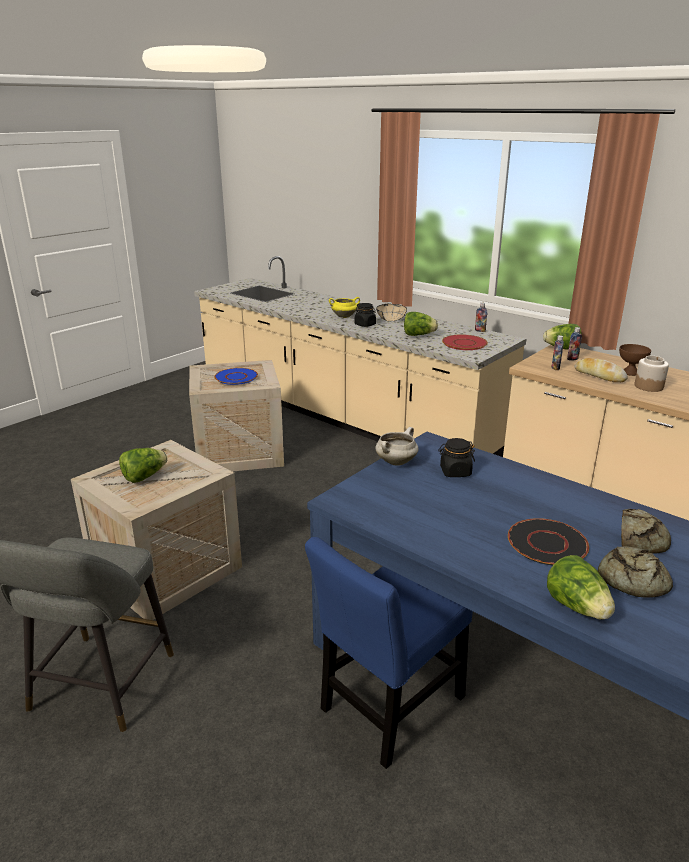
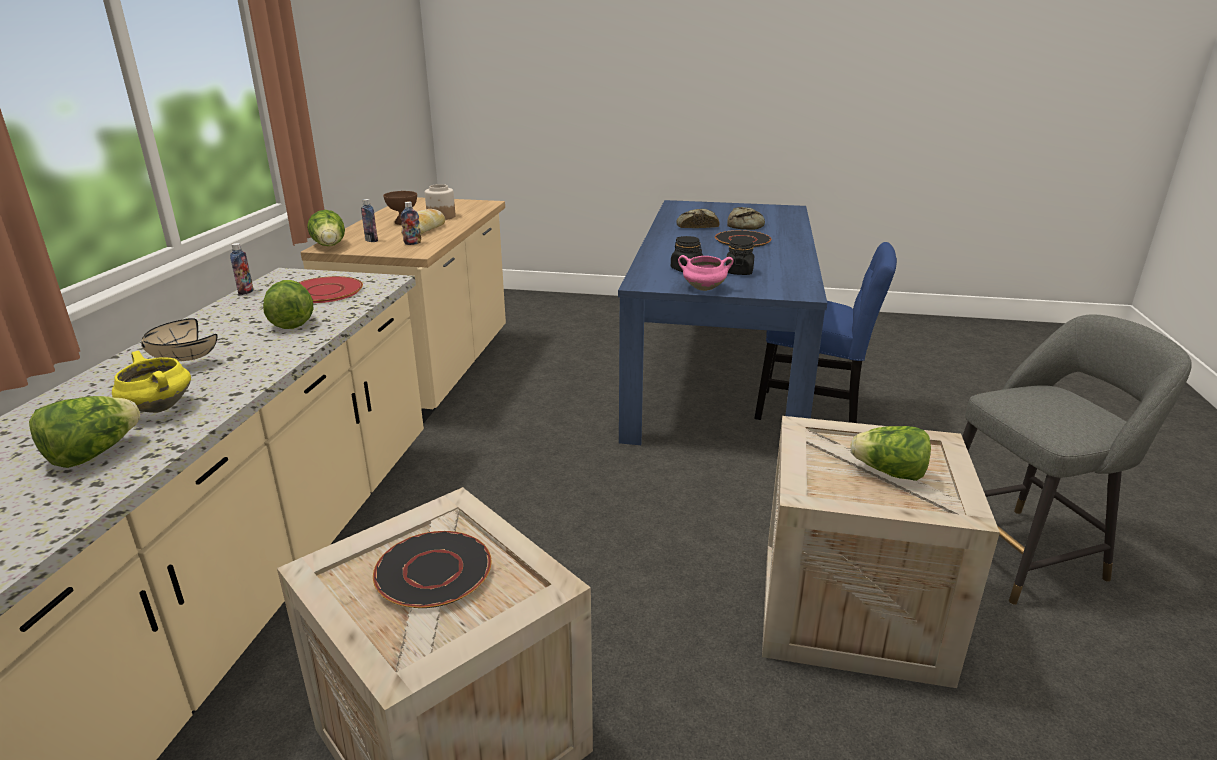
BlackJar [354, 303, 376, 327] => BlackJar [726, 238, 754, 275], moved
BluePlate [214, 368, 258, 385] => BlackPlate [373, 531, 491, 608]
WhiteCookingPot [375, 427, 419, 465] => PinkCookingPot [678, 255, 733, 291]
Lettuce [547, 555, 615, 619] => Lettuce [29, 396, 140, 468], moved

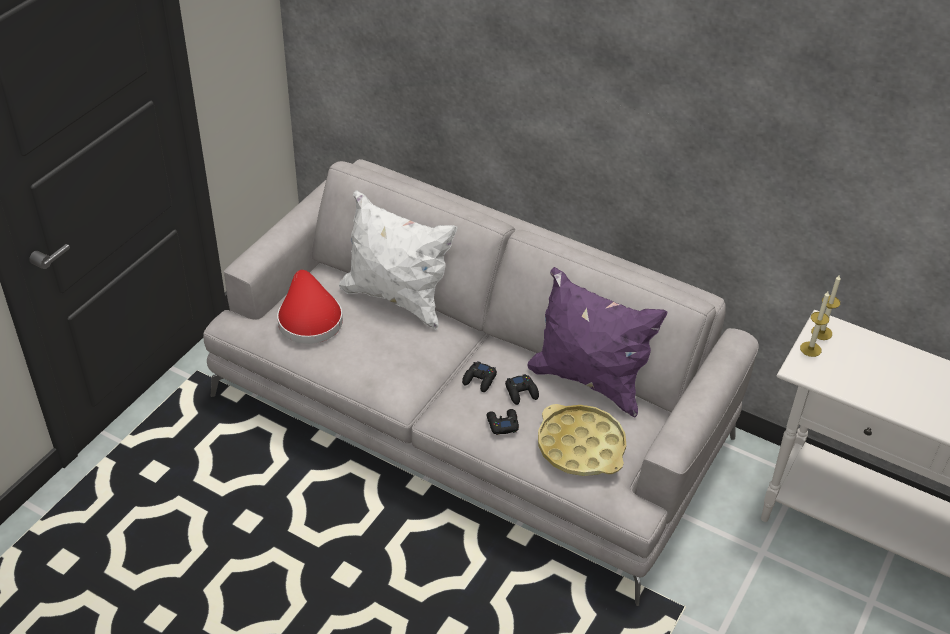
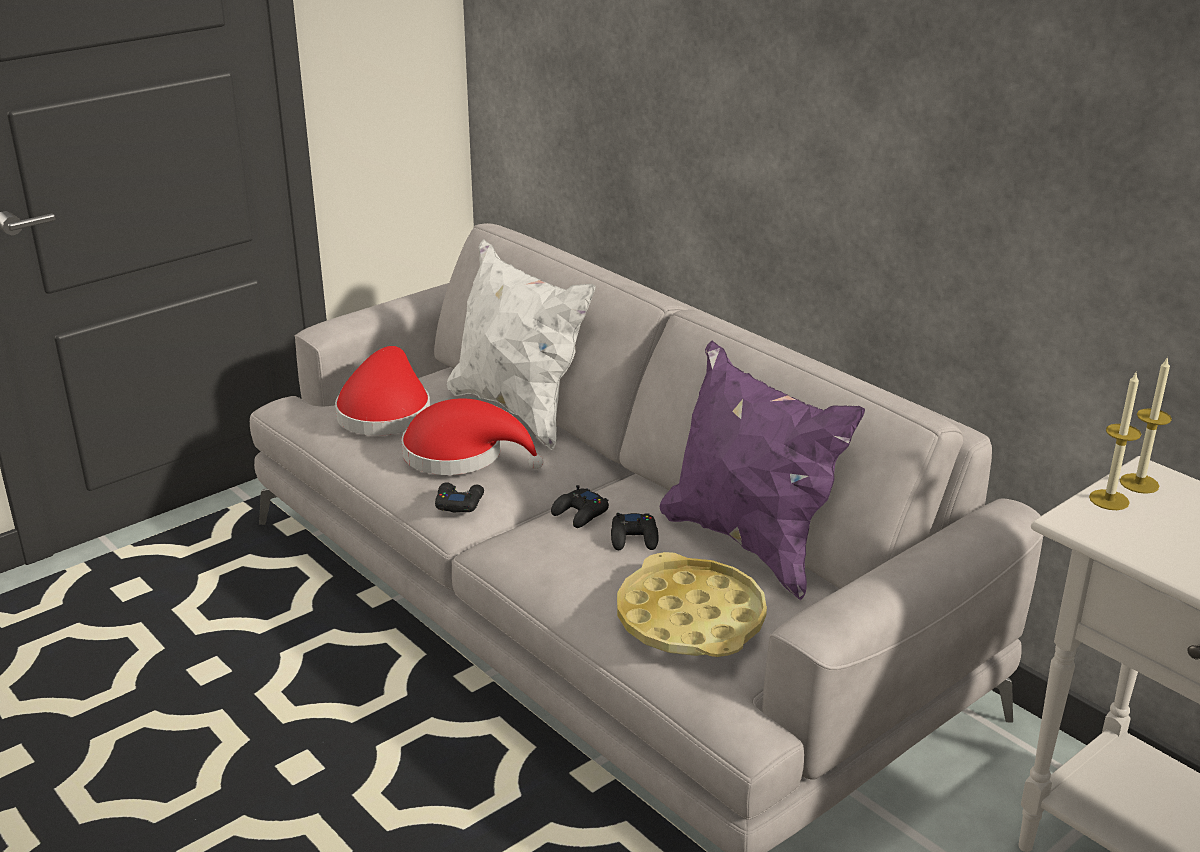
BlackGameController [487, 409, 519, 435] => BlackGameController [435, 482, 484, 512], moved
nothing => RedHat [401, 398, 544, 475]

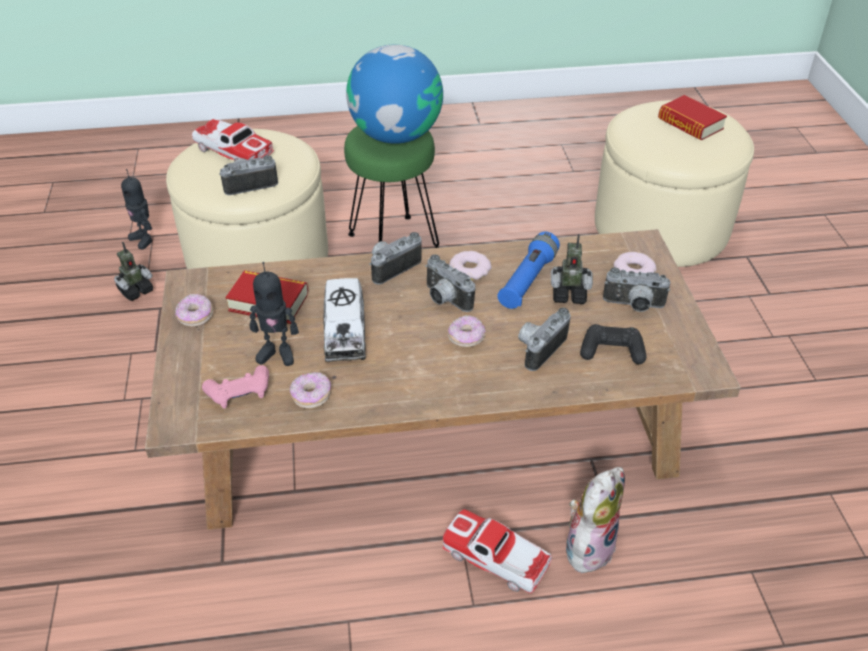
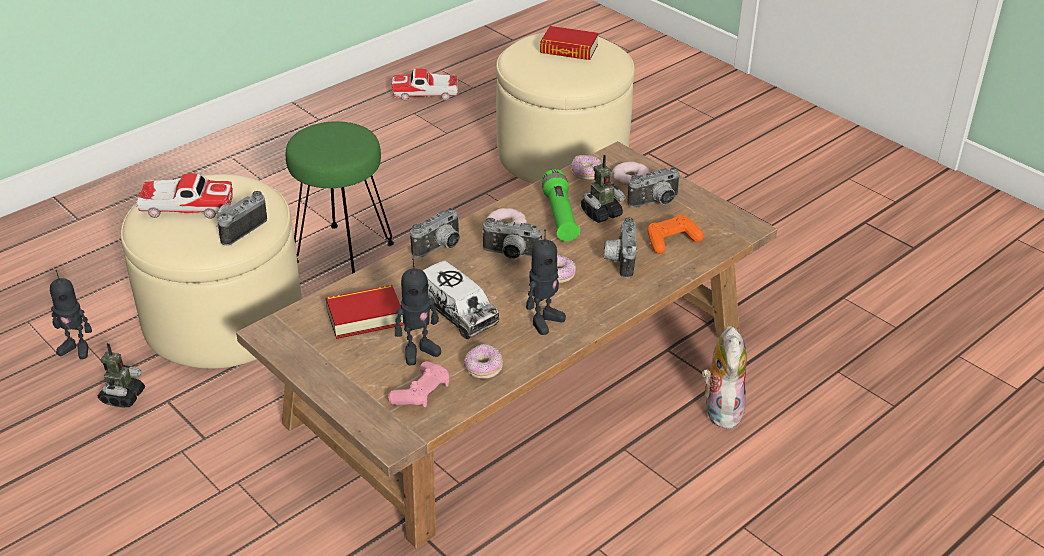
Globe [346, 45, 443, 144] => nothing
PhotoCamera [369, 232, 422, 285] => PhotoCamera [410, 208, 460, 258], 150 degrees counterclockwise
BlueFlashlight [497, 232, 560, 309] => GreenFlashlight [542, 169, 580, 241]
Donut [175, 294, 213, 327] => Donut [571, 155, 601, 180], moved
BlackGameController [580, 324, 647, 364] => OrangeGameController [647, 215, 703, 254]
ToyCar [442, 509, 552, 593] => ToyCar [392, 68, 458, 101], moved
nothing => ToyRobot [526, 229, 566, 335]

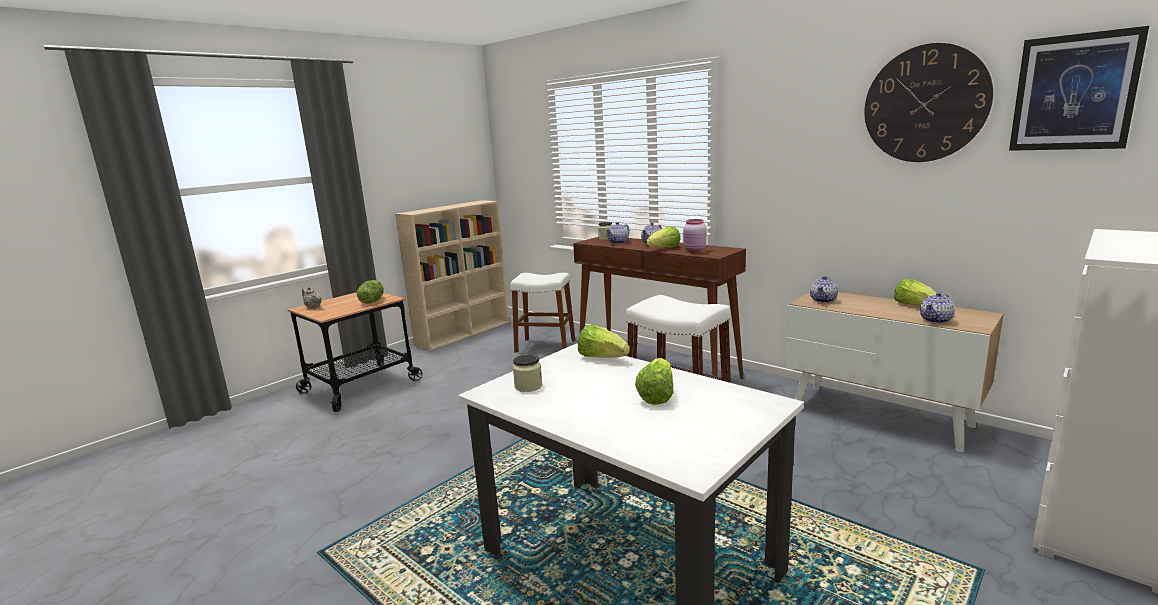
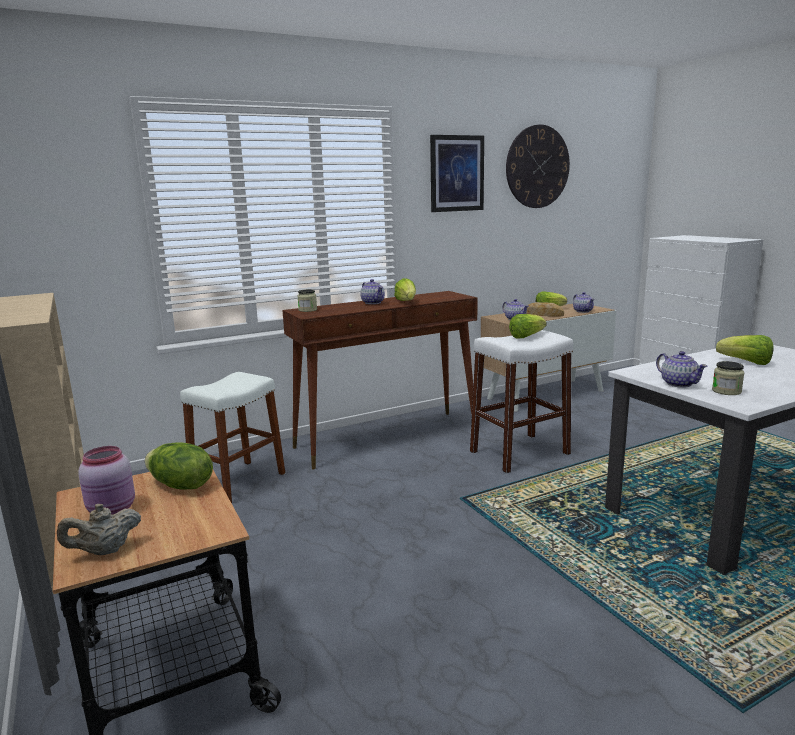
Picture [1009, 26, 1149, 151] => Picture [430, 135, 484, 212], moved
PinkJar [683, 219, 707, 252] => PinkJar [79, 446, 135, 515], moved
Teapot [606, 222, 630, 244] => Teapot [656, 351, 708, 388], moved
Lettuce [578, 325, 630, 358] => Lettuce [509, 314, 547, 338], moved
nothing => Bread [526, 302, 564, 317]

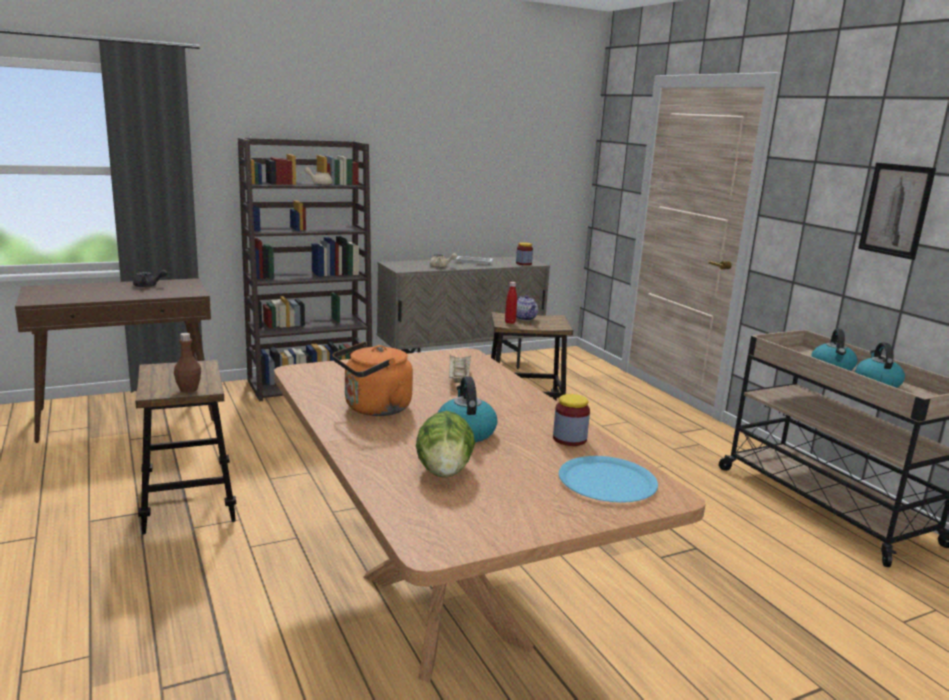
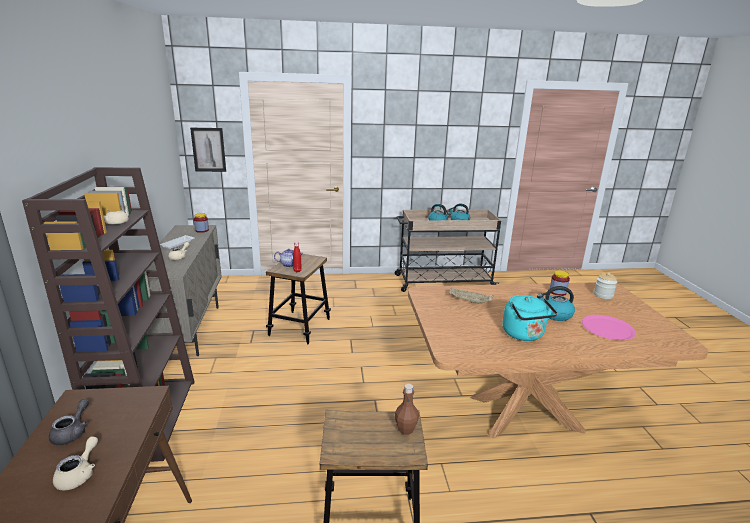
Picture [858, 162, 936, 260] => Picture [190, 128, 226, 172], moved
OrangeKettle [333, 342, 413, 416] => TurquoiseKettle [502, 295, 558, 341]
Lettuce [416, 411, 475, 478] => PinkPlate [582, 315, 636, 340]
BluePlate [559, 456, 658, 502] => Jar [594, 272, 617, 299]
nothing => BeigeTeapot [53, 436, 98, 490]

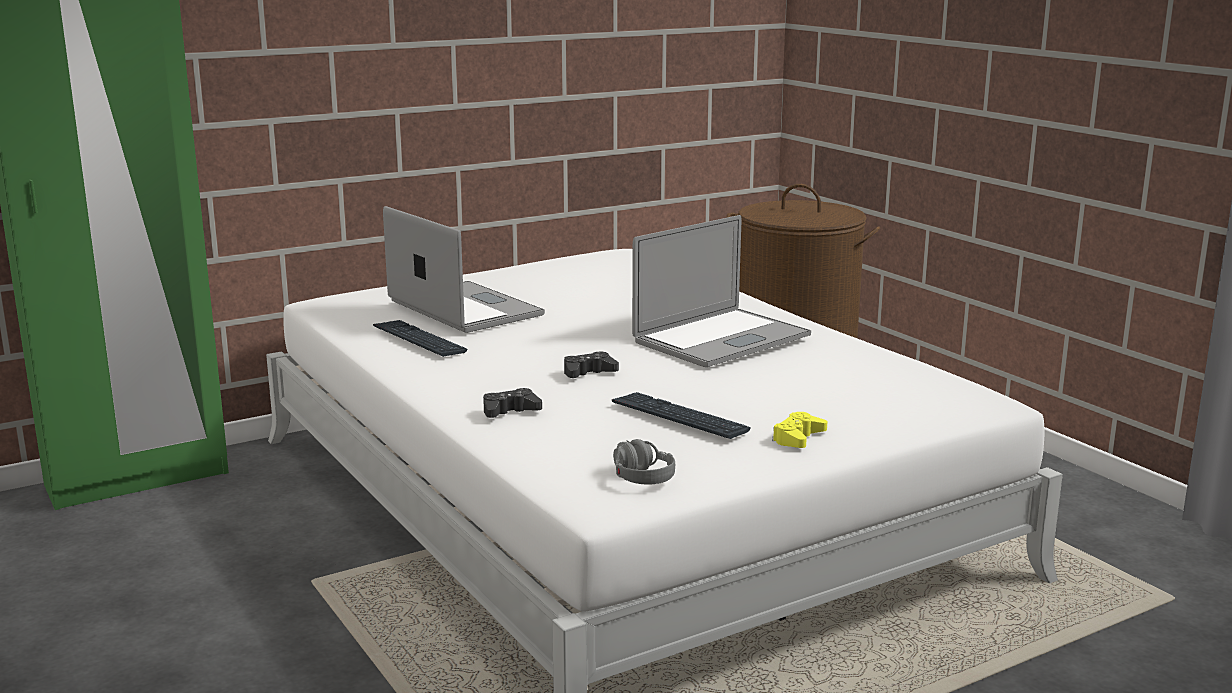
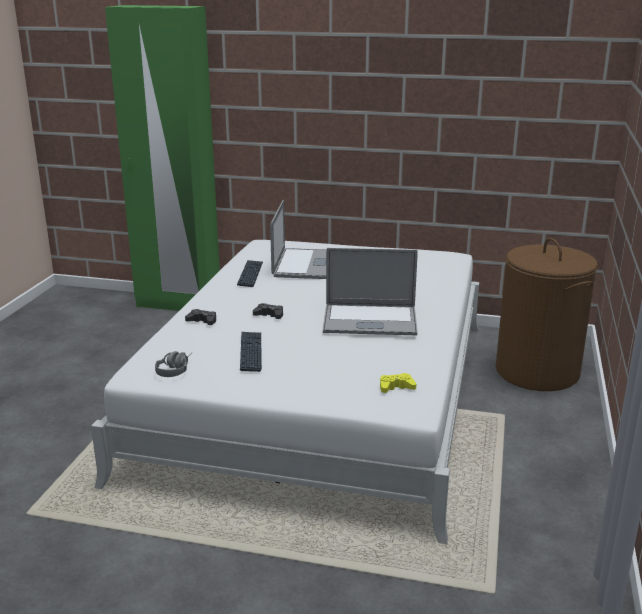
YellowGameController [772, 412, 828, 448] => YellowGameController [380, 373, 416, 393], moved

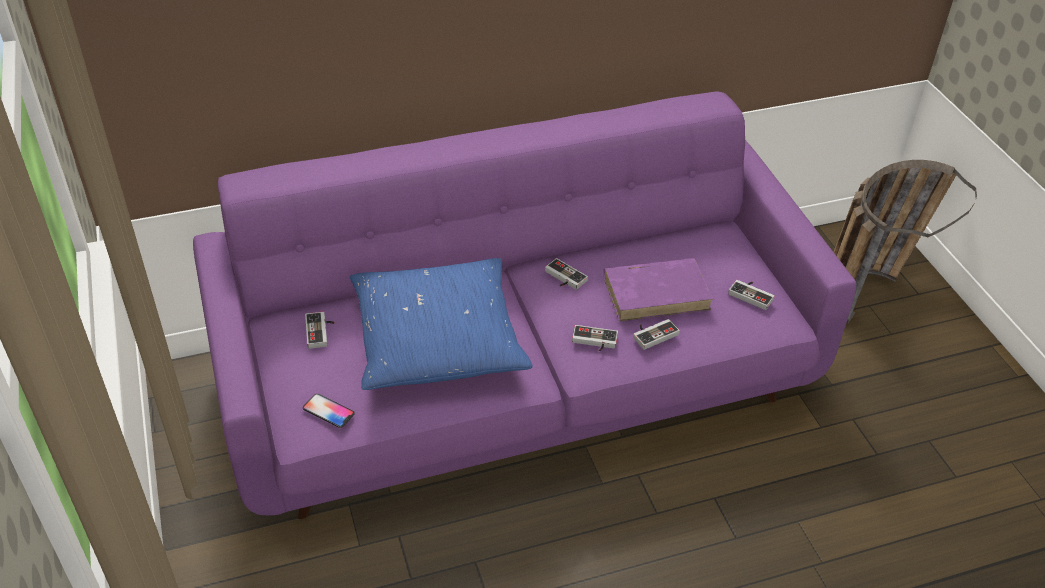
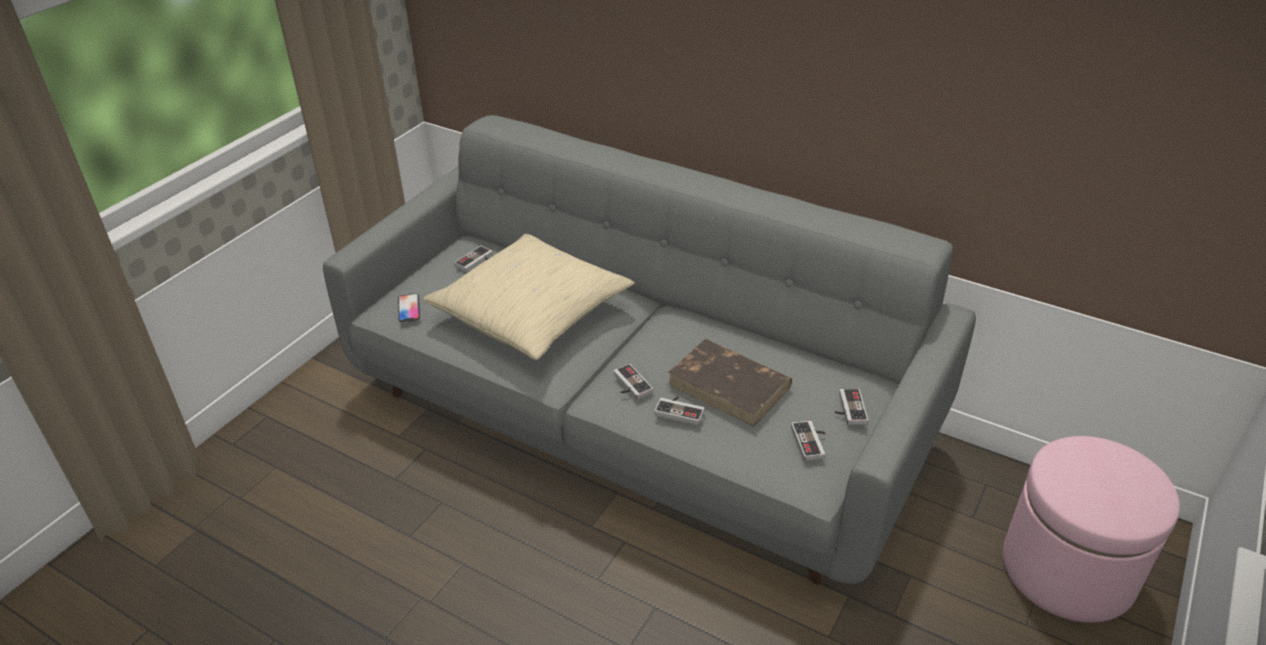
PurpleSofa [193, 91, 857, 519] => GreySofa [323, 115, 976, 585]
Basket [834, 160, 977, 323] => PinkOttoman [1003, 436, 1180, 623]
BluePillow [350, 258, 533, 390] => BeigePillow [422, 234, 634, 360]
GameController [545, 258, 588, 290] => GameController [835, 388, 868, 425], moved
PurpleBook [603, 258, 713, 321] => BrownBook [668, 339, 792, 427]

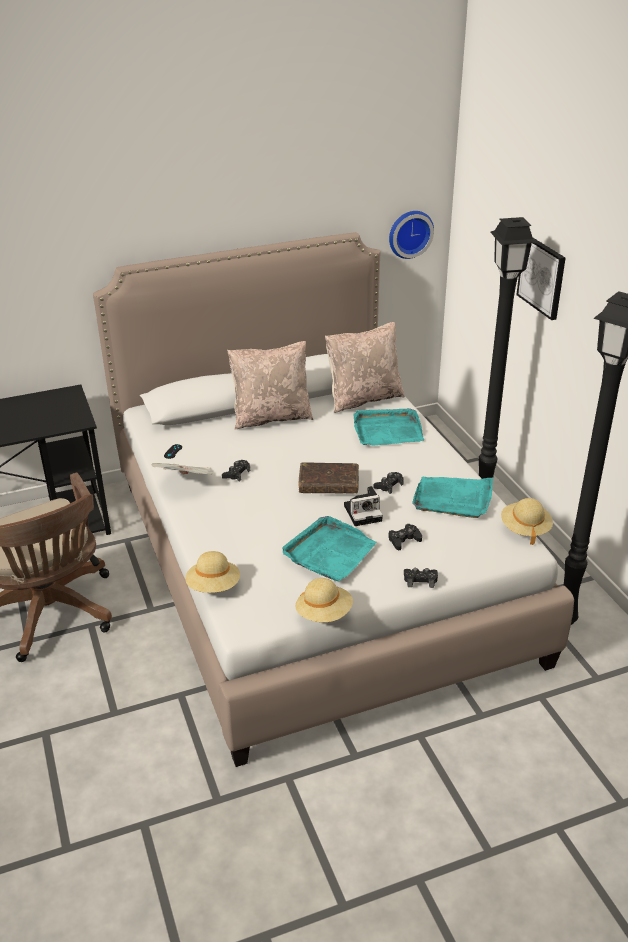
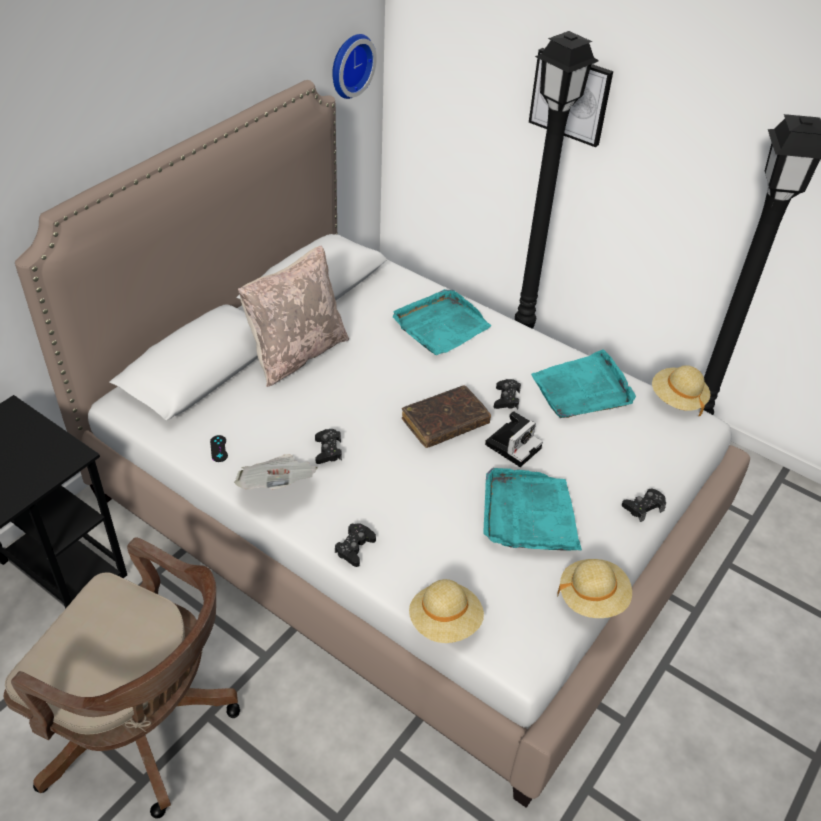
BeigePillow [325, 322, 405, 413] => nothing
BlackGameController [388, 524, 422, 550] => BlackGameController [335, 523, 376, 567], moved

